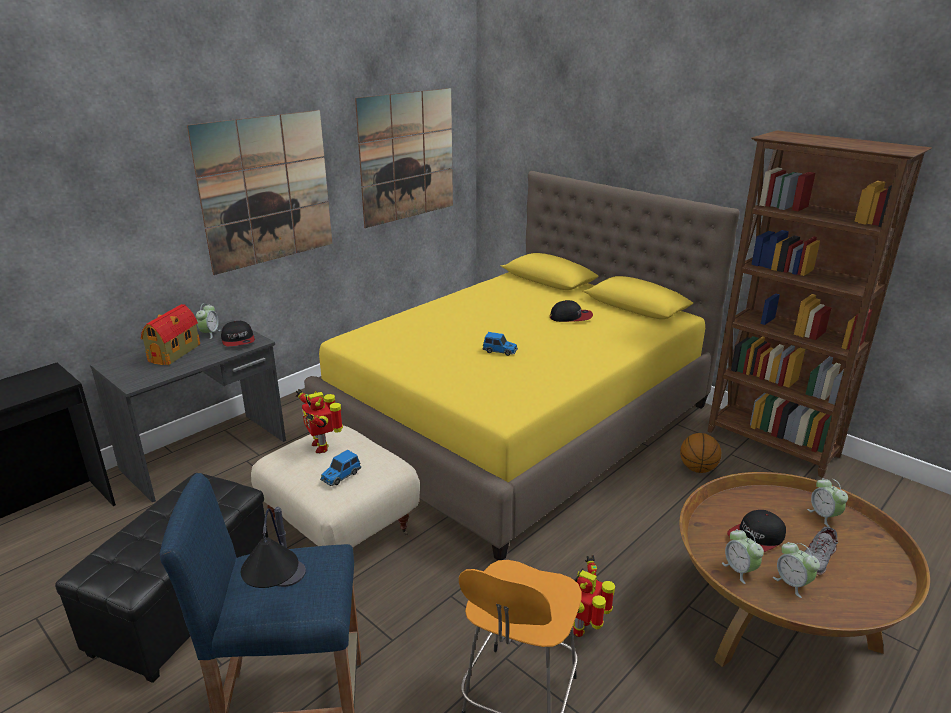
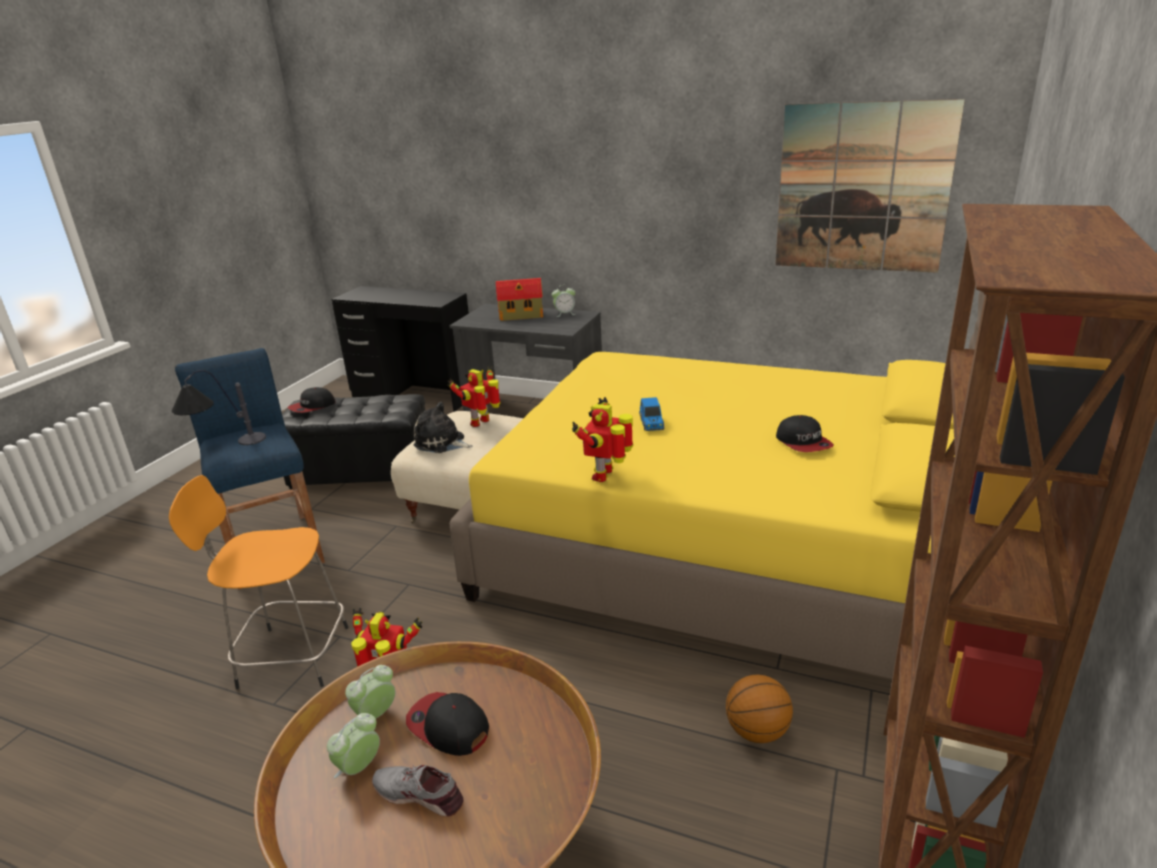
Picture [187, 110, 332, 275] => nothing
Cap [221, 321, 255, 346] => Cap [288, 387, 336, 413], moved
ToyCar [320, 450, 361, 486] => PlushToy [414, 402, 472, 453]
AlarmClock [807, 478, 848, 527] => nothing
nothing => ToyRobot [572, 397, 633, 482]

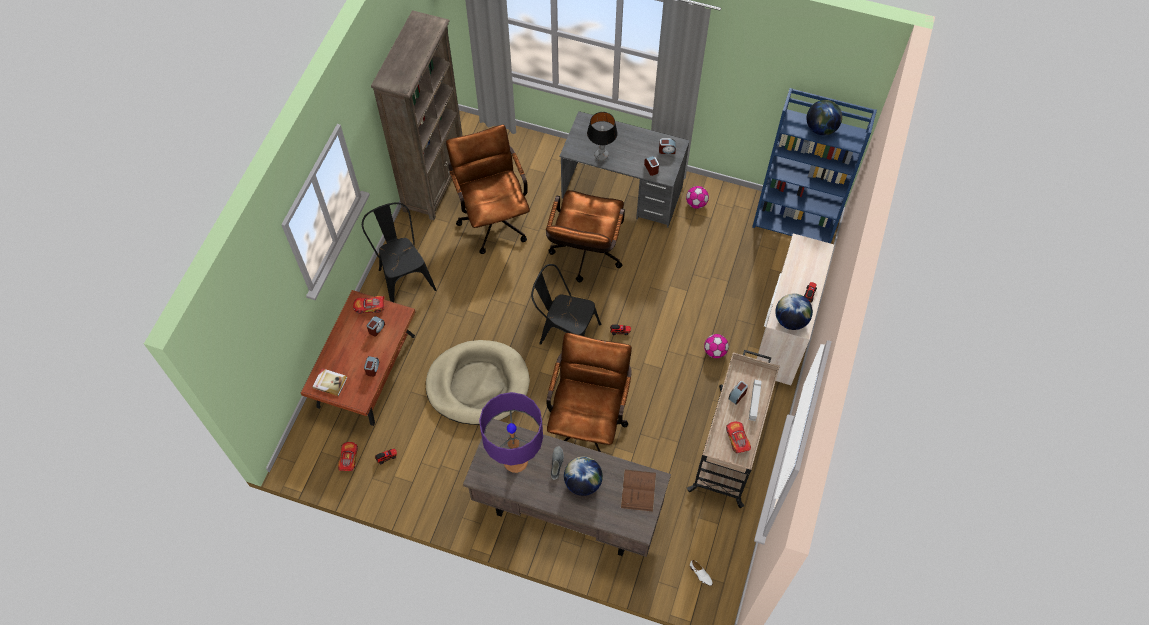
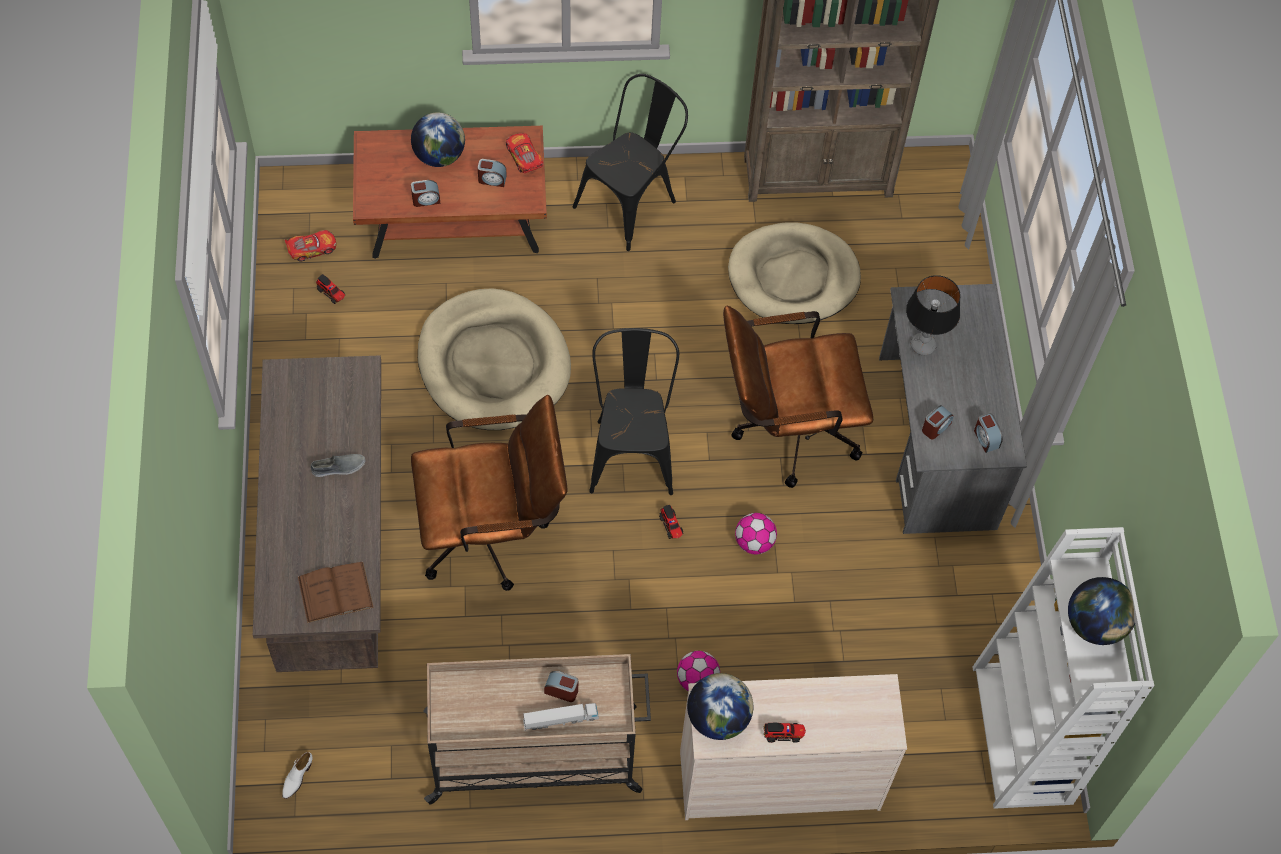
BlueBookcase [752, 88, 877, 244] => WhiteBookcase [973, 527, 1154, 809]
BrownOfficeChair [446, 125, 530, 254] => BeigeDogBed [728, 222, 861, 324]
Football [686, 186, 709, 209] => Football [735, 513, 777, 554], moved
Book [313, 368, 348, 396] => nothing
PurpleTableLamp [479, 392, 543, 473] => nothing
ToyCar [726, 421, 751, 453] => nothing
Globe [564, 457, 603, 496] => Globe [411, 113, 465, 167], moved

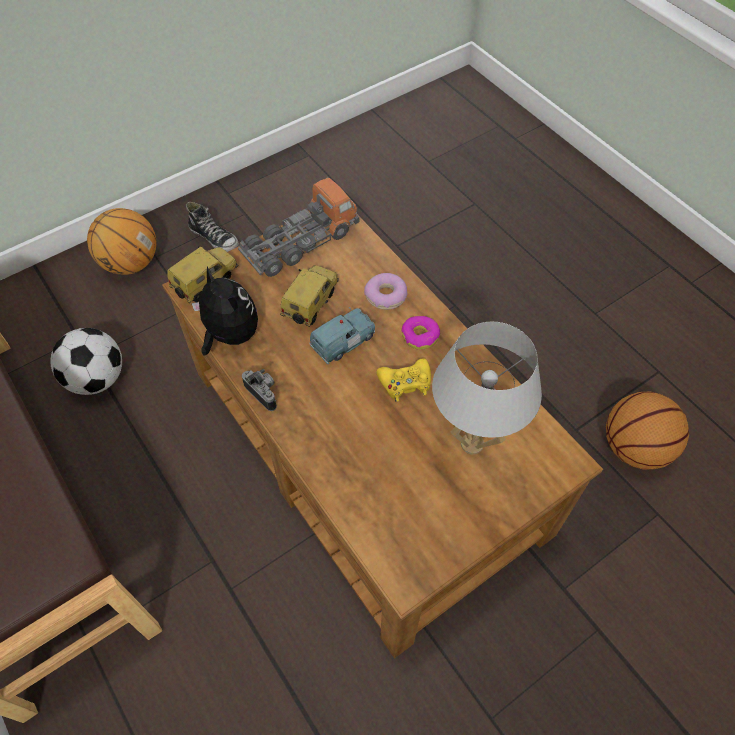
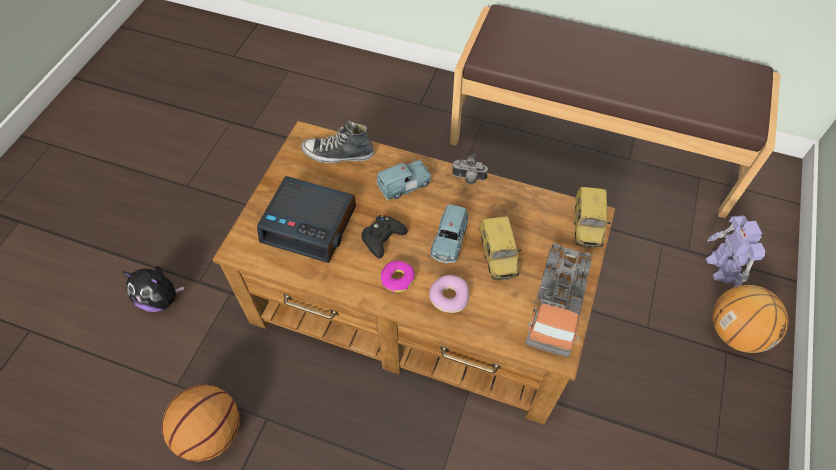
Shoe [186, 202, 239, 252] => Shoe [301, 121, 374, 163], moved
PlushToy [192, 266, 258, 355] => PlushToy [123, 266, 184, 312], moved
WhiteTableLamp [432, 322, 542, 454] => AlarmClock [257, 176, 356, 263]
Football [51, 328, 122, 395] => nothing
YellowGameController [376, 359, 431, 402] => BlackGameController [361, 215, 408, 259]
nothing => BlueToyCar [376, 158, 431, 201]
nothing => ToyRobot [706, 215, 765, 287]

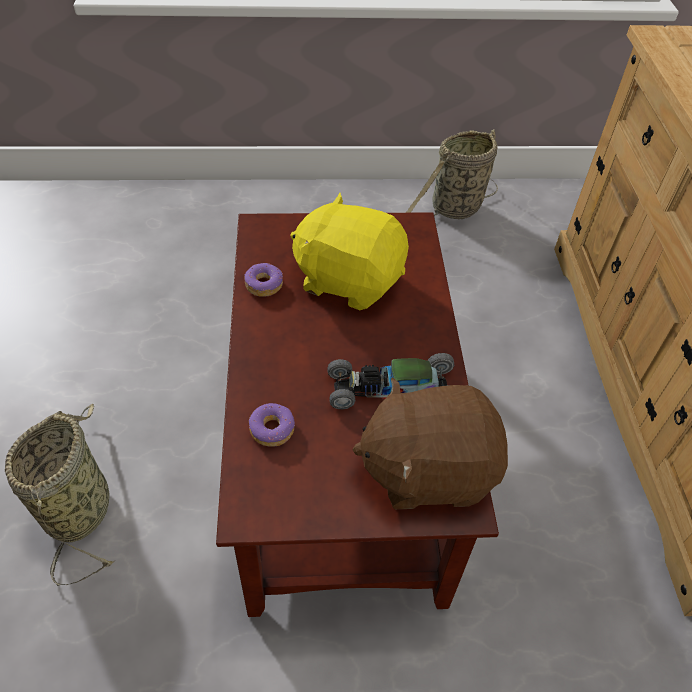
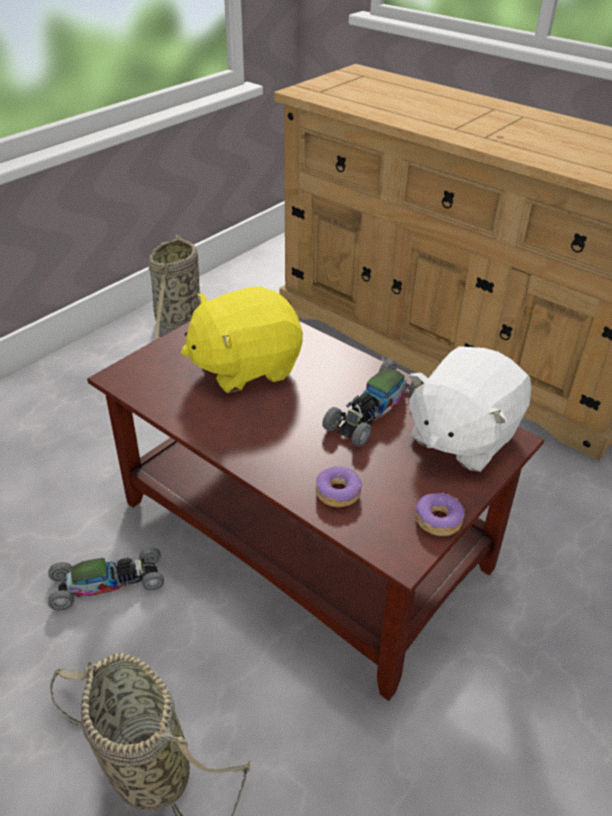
Donut [244, 263, 283, 297] => Donut [415, 493, 465, 536], moved
BrownPlushToy [352, 377, 508, 509] => WhitePlushToy [409, 346, 531, 472]
nothing => ToyCar [48, 548, 164, 610]

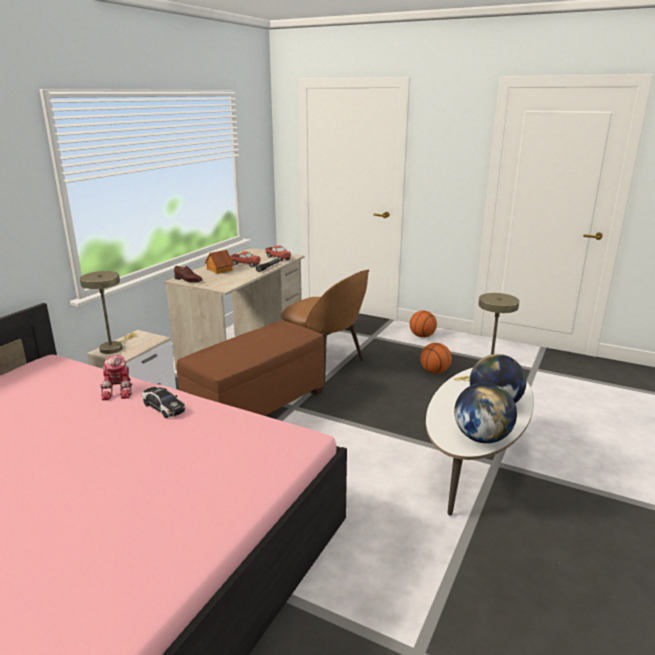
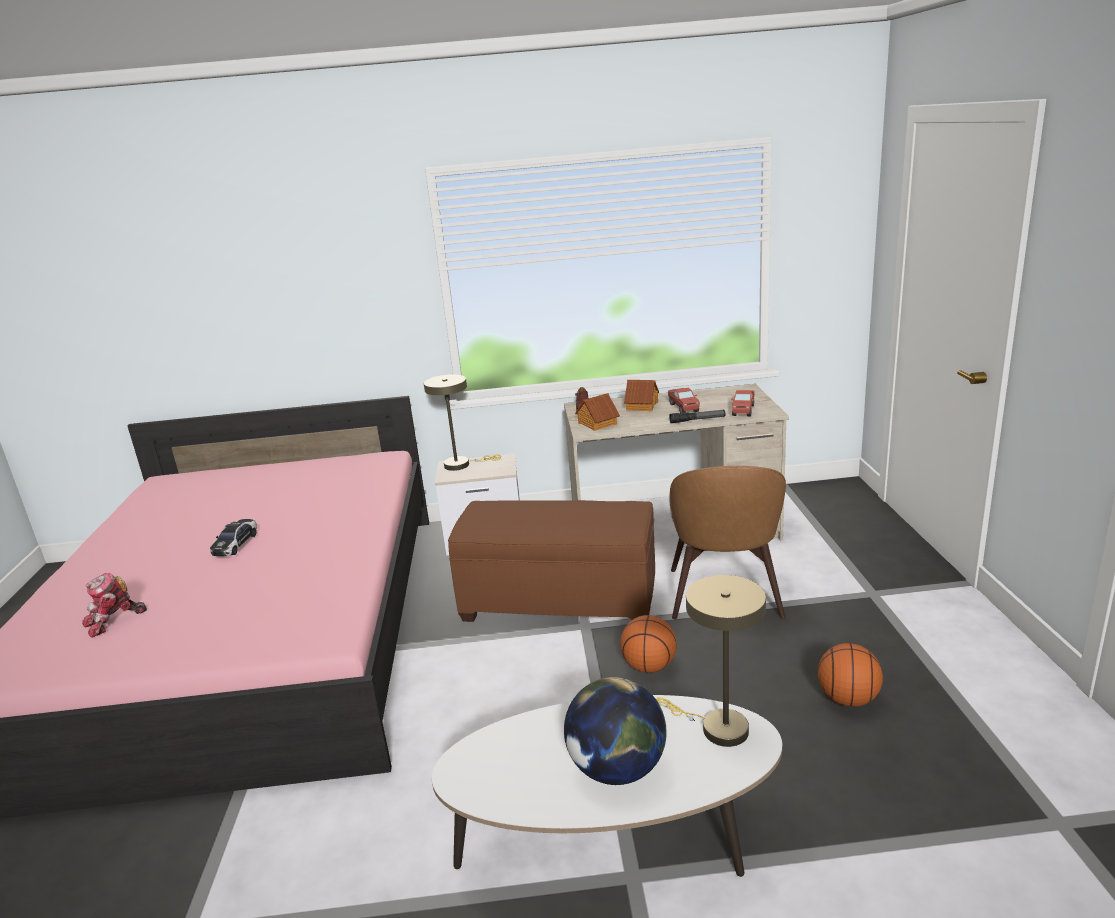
Basketball [410, 311, 437, 338] => Basketball [620, 615, 677, 673], moved
ToyRobot [100, 355, 132, 400] => ToyRobot [82, 573, 147, 638], moved
Globe [454, 382, 517, 443] => nothing
ToyCar [142, 387, 185, 418] => ToyCar [210, 519, 257, 556], moved
nothing => ToyHouse [575, 393, 620, 431]

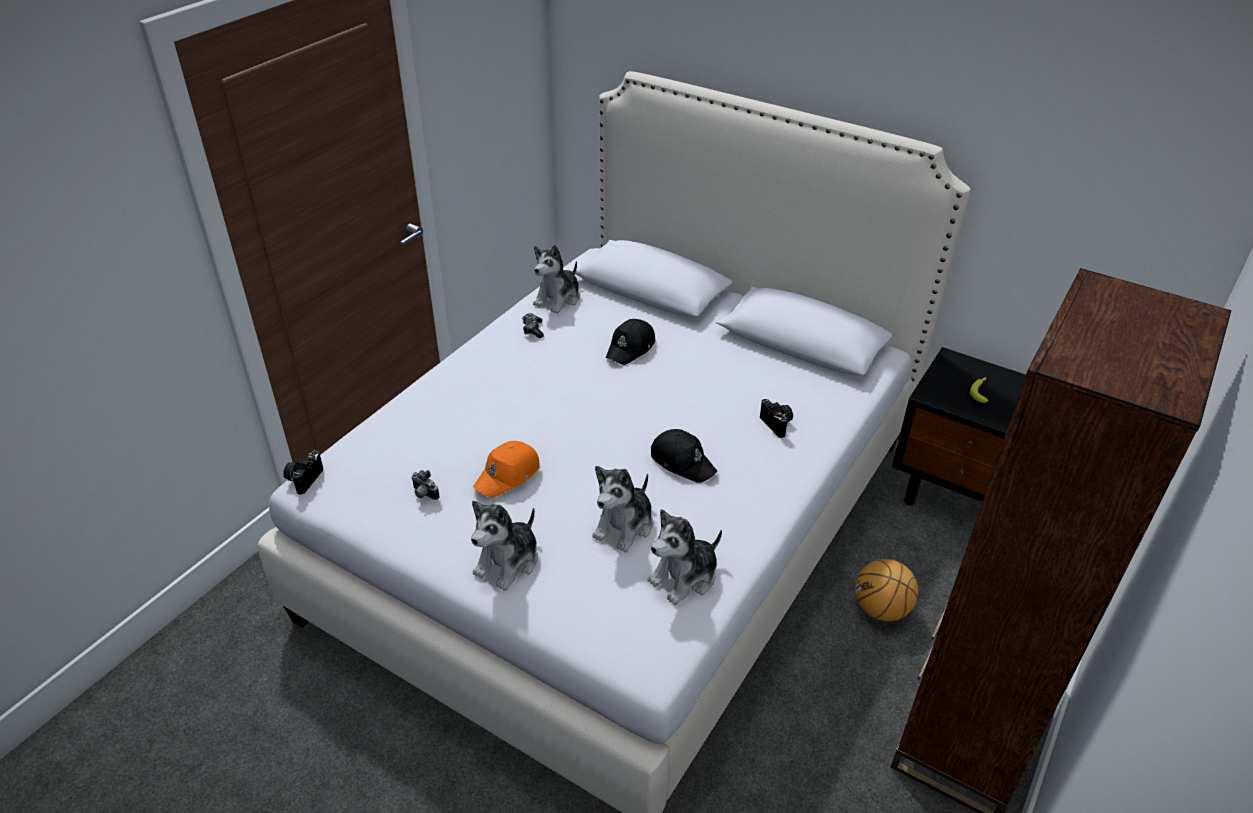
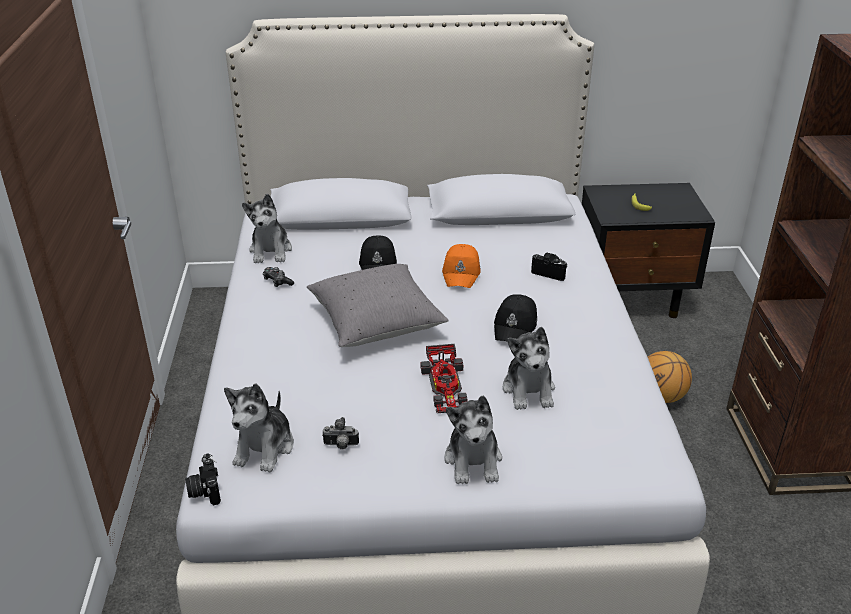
BlackCap [651, 429, 717, 483] => BlackCap [494, 294, 537, 341], 105 degrees clockwise
OrangeCap [473, 441, 539, 497] => OrangeCap [442, 244, 480, 288], moved
PlushToy [648, 509, 722, 605] => PlushToy [224, 384, 294, 473], moved
nothing => GreyPillow [307, 264, 449, 347]
nothing => ToyCar [421, 344, 468, 413]

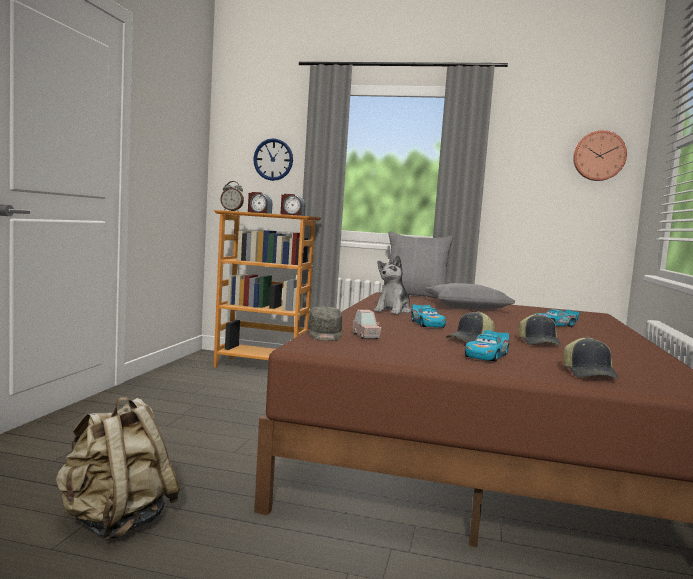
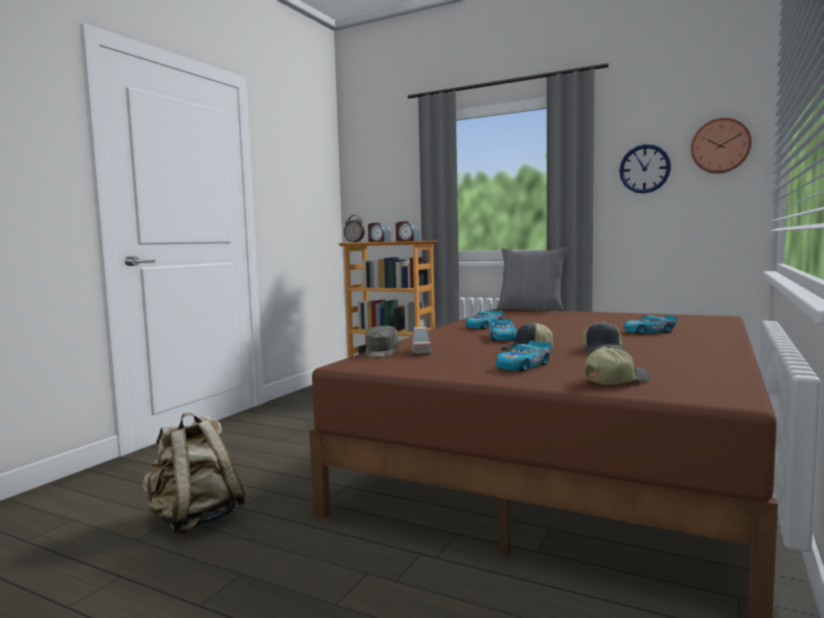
WallClock [253, 138, 293, 181] => WallClock [619, 144, 671, 193], moved
PlushToy [374, 255, 411, 314] => ToyCar [466, 310, 503, 329]
GreyPillow [425, 283, 515, 309] => nothing
Cap [563, 337, 619, 379] => Cap [585, 346, 651, 385], 135 degrees counterclockwise

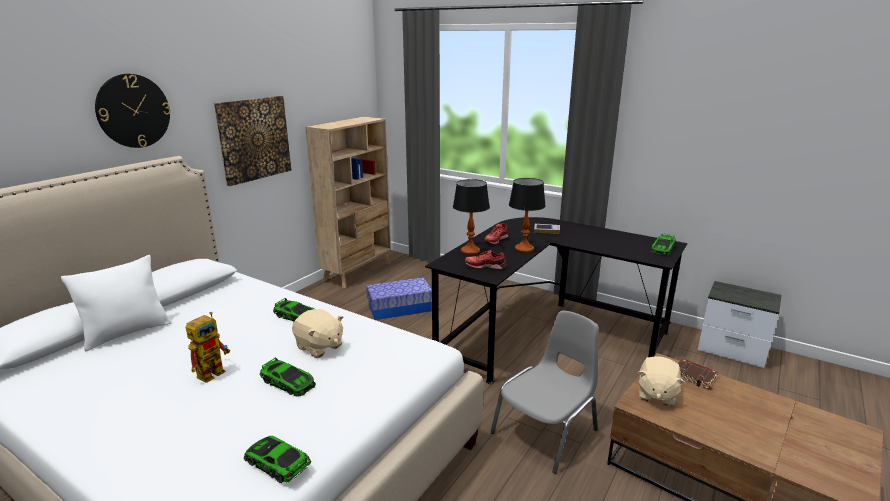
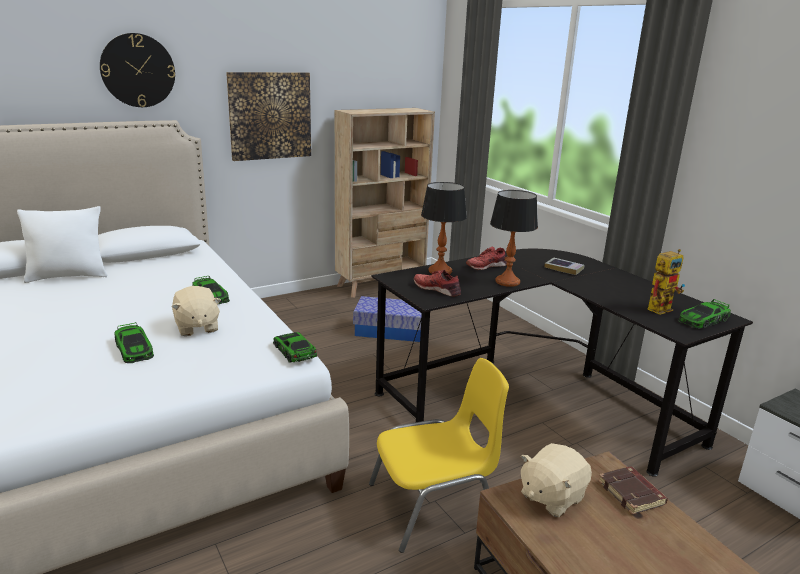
GreyChair [490, 311, 599, 474] => YellowChair [369, 358, 509, 553]
ToyRobot [186, 312, 230, 383] => ToyRobot [647, 249, 685, 315], moved
ToyCar [244, 436, 311, 483] => ToyCar [273, 332, 317, 363], moved

